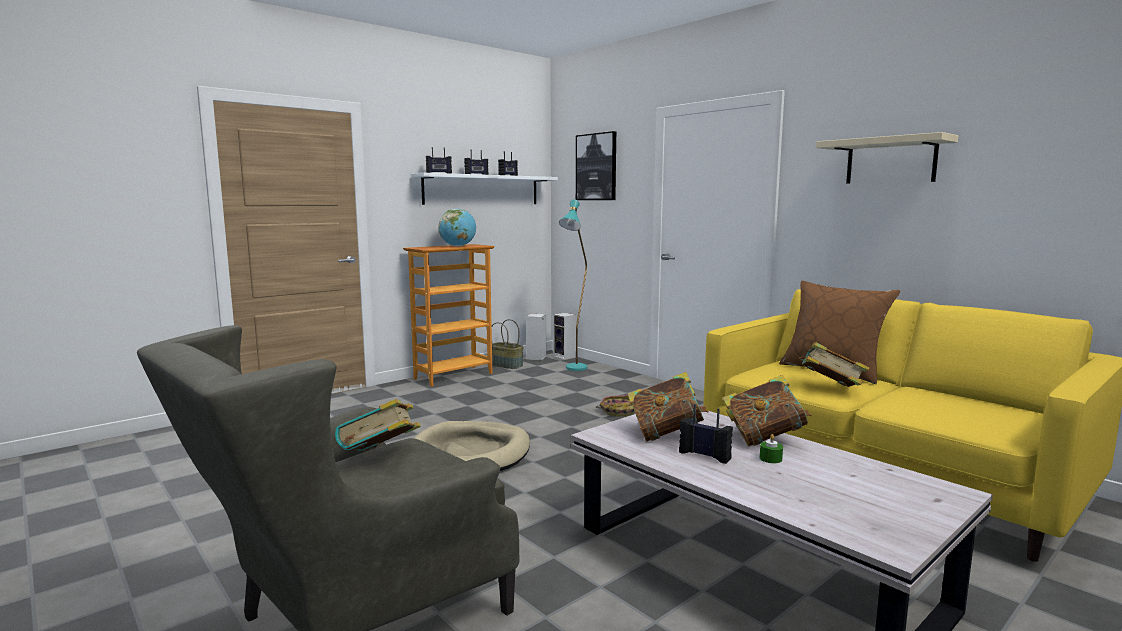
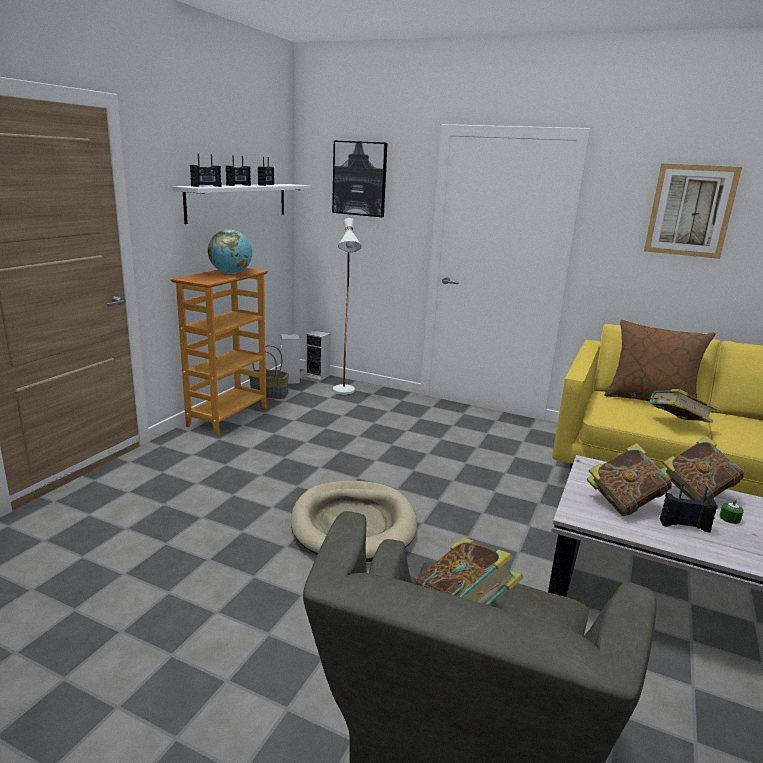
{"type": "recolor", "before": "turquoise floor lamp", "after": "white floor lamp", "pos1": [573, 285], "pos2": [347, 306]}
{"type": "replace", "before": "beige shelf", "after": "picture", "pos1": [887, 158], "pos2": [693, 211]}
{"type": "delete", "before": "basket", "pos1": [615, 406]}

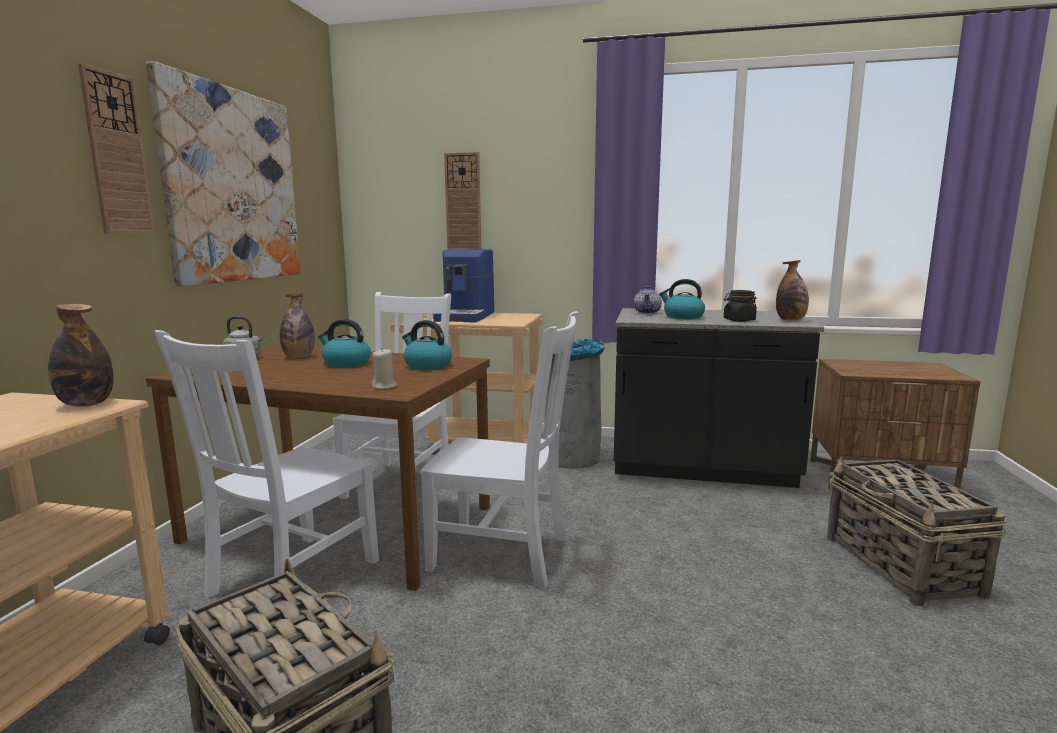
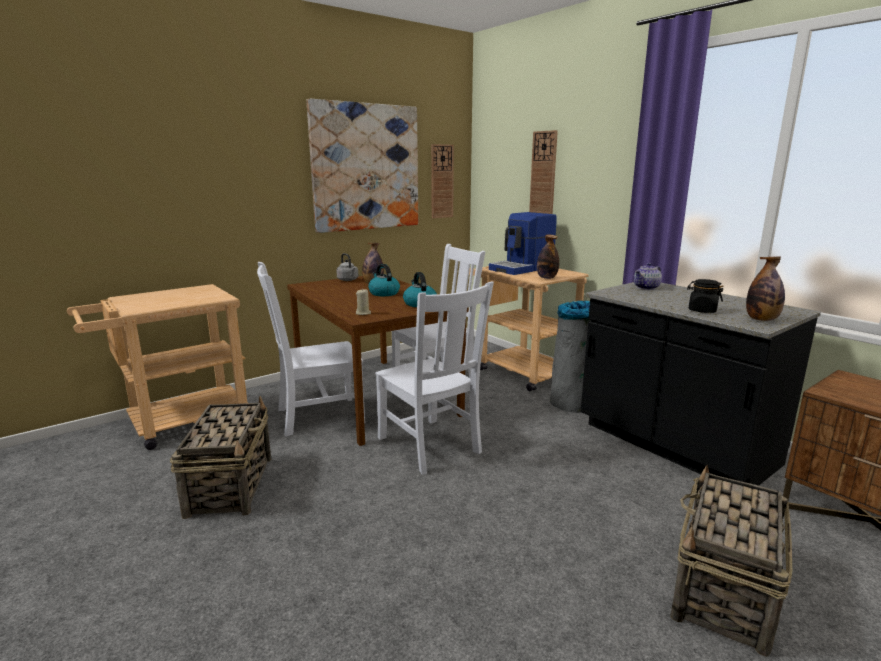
{"type": "move", "before": "wall clock", "pos1": [116, 148], "pos2": [442, 181]}
{"type": "move", "before": "bottle", "pos1": [81, 355], "pos2": [548, 257]}
{"type": "delete", "before": "kettle", "pos1": [682, 299]}

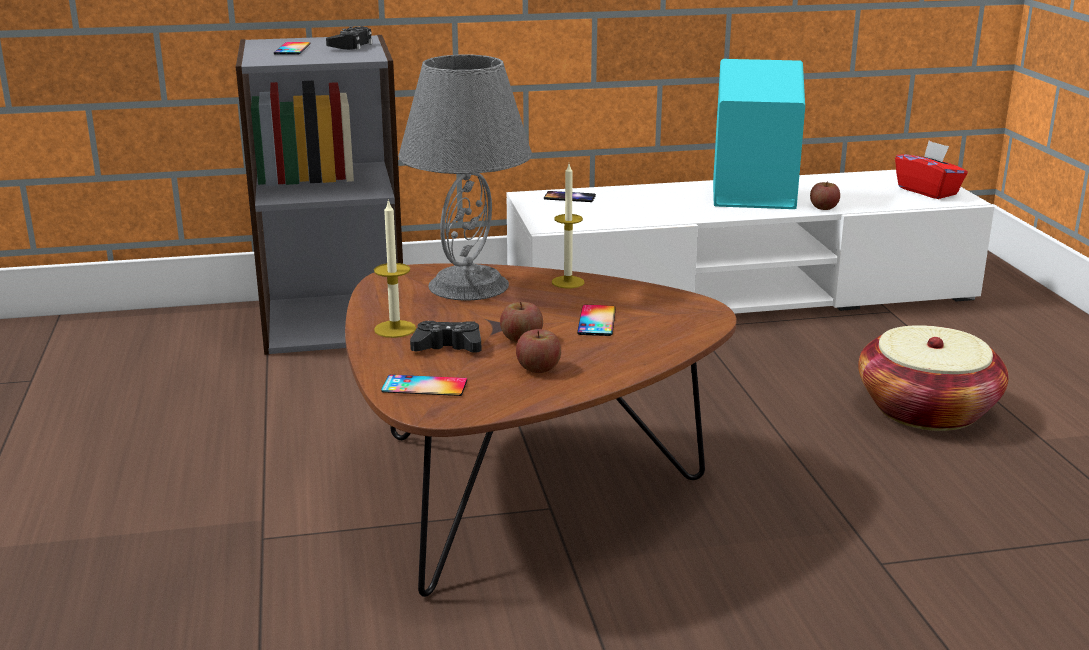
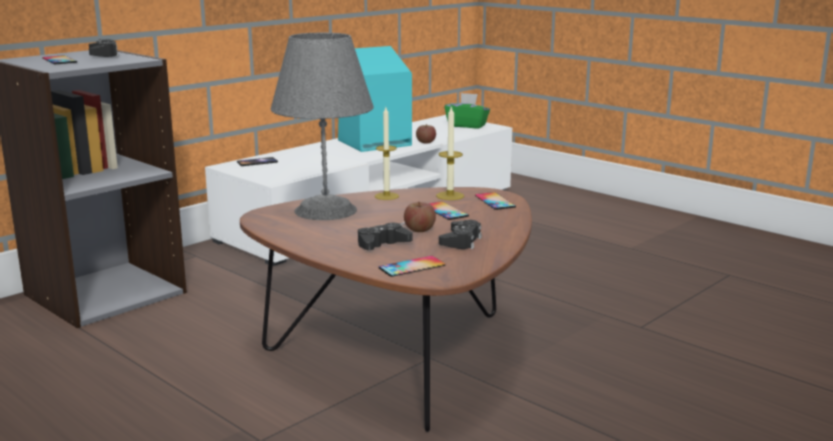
{"type": "move", "before": "candle", "pos1": [395, 268], "pos2": [450, 153]}
{"type": "replace", "before": "apple", "after": "black game controller", "pos1": [538, 351], "pos2": [460, 234]}
{"type": "recolor", "before": "red tissue box", "after": "green tissue box", "pos1": [931, 170], "pos2": [467, 110]}
{"type": "insert", "after": "phone", "pos2": [495, 201]}
{"type": "delete", "before": "basket", "pos1": [933, 378]}

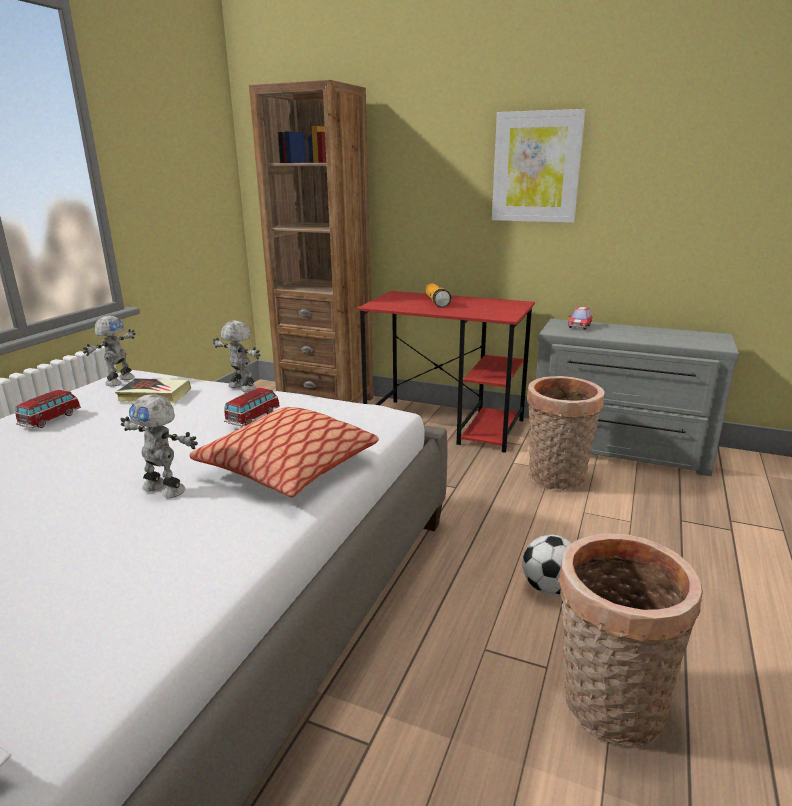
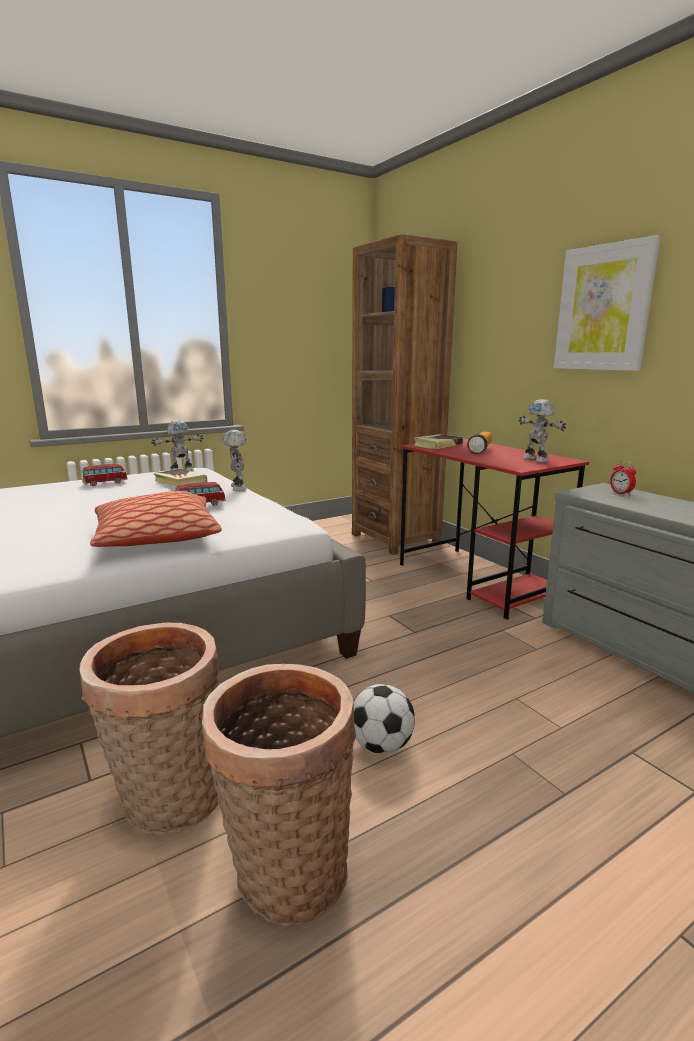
{"type": "move", "before": "basket", "pos1": [566, 433], "pos2": [150, 728]}
{"type": "insert", "after": "book", "pos2": [438, 441]}
{"type": "move", "before": "toy robot", "pos1": [159, 446], "pos2": [542, 430]}
{"type": "replace", "before": "toy car", "after": "alarm clock", "pos1": [580, 318], "pos2": [623, 478]}

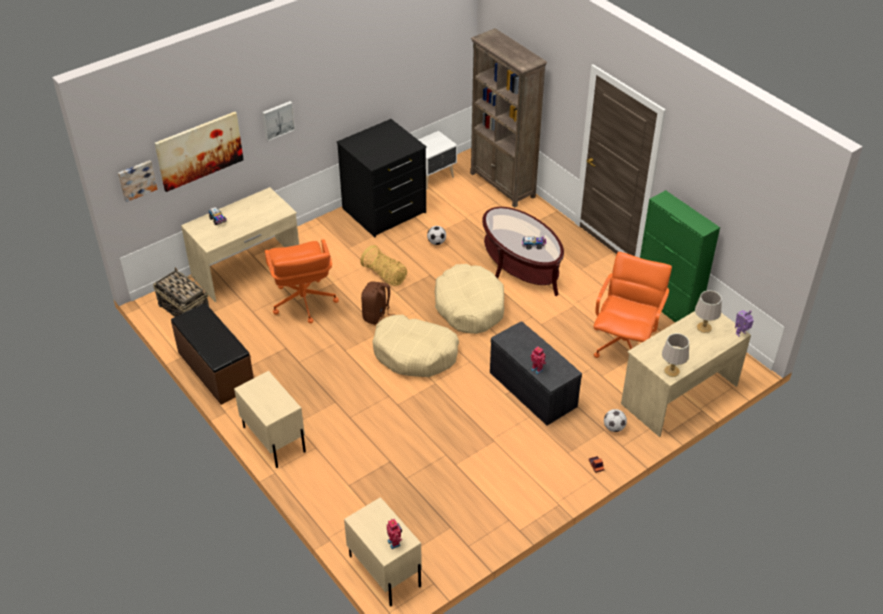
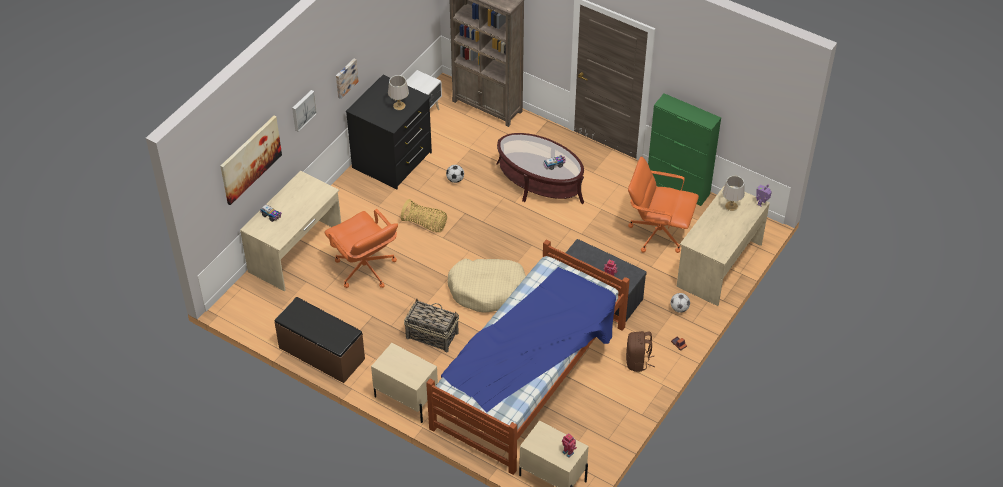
{"type": "move", "before": "picture", "pos1": [138, 181], "pos2": [347, 79]}
{"type": "move", "before": "grey table lamp", "pos1": [675, 355], "pos2": [398, 92]}
{"type": "move", "before": "basket", "pos1": [181, 292], "pos2": [431, 325]}
{"type": "insert", "after": "bed", "pos2": [528, 357]}
{"type": "move", "before": "brown backpack", "pos1": [378, 303], "pos2": [640, 351]}
{"type": "rotate", "before": "orange office chair", "pos1": [633, 305], "pos2": [663, 204], "turn": -75}
{"type": "delete", "before": "beige dog bed", "pos1": [469, 299]}

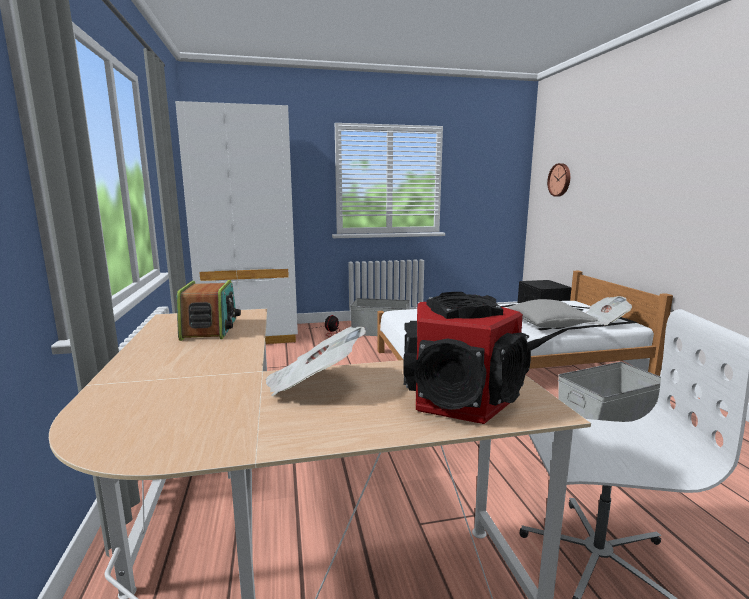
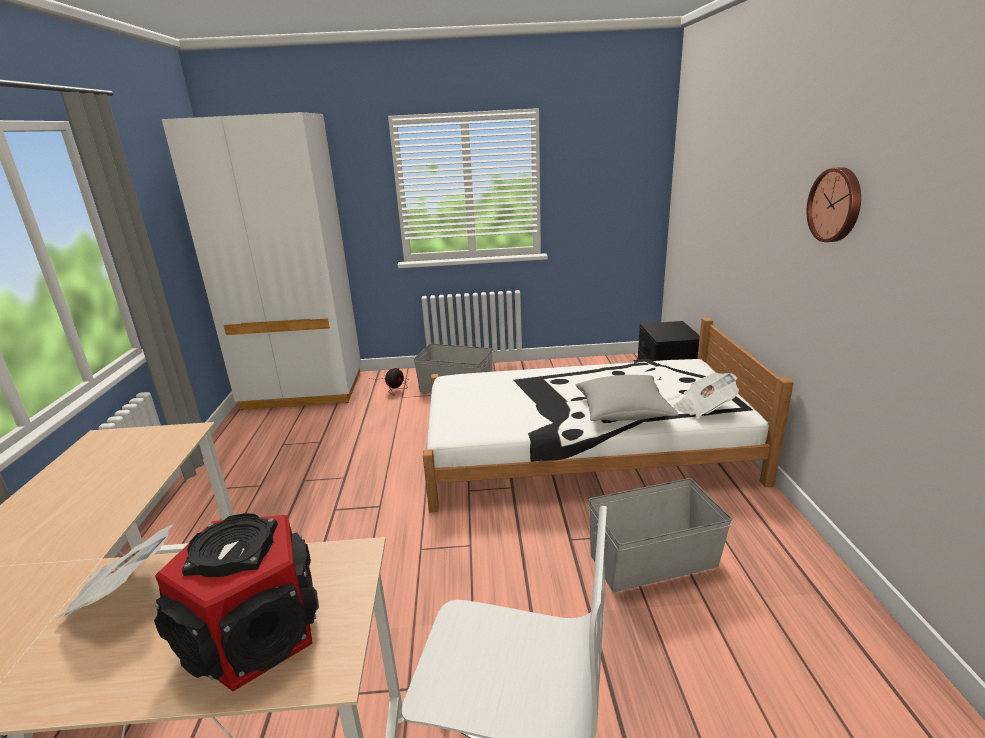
{"type": "move", "before": "wall clock", "pos1": [558, 180], "pos2": [834, 204]}
{"type": "delete", "before": "radio", "pos1": [209, 310]}

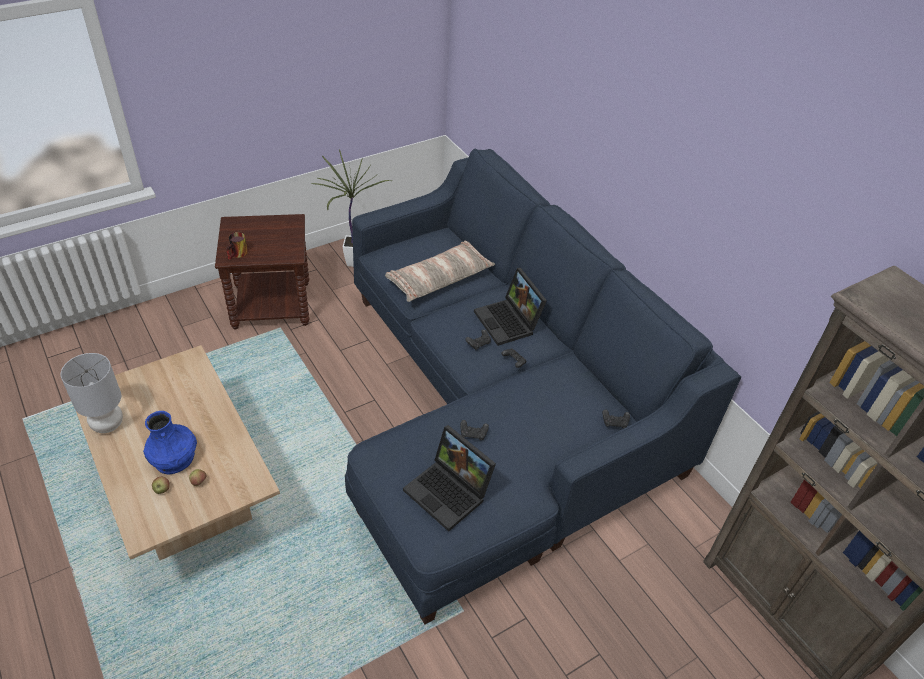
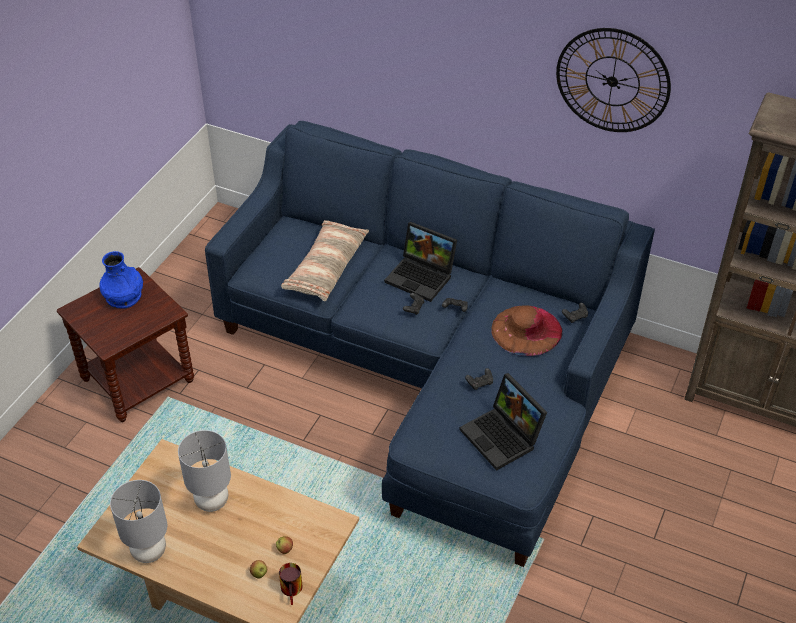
{"type": "move", "before": "blue vase", "pos1": [170, 442], "pos2": [121, 280]}
{"type": "insert", "after": "grey table lamp", "pos2": [204, 471]}
{"type": "move", "before": "mug", "pos1": [237, 246], "pos2": [290, 584]}
{"type": "rotate", "before": "laptop", "pos1": [449, 478], "pos2": [503, 422], "turn": 45}
{"type": "insert", "after": "brown hat", "pos2": [526, 330]}
{"type": "insert", "after": "wall clock", "pos2": [613, 80]}
{"type": "delete", "before": "potted plant", "pos1": [351, 208]}

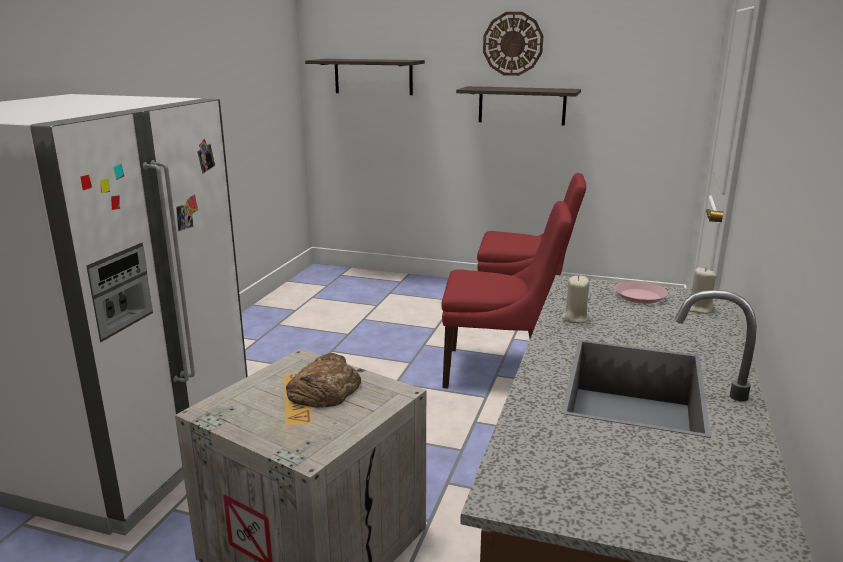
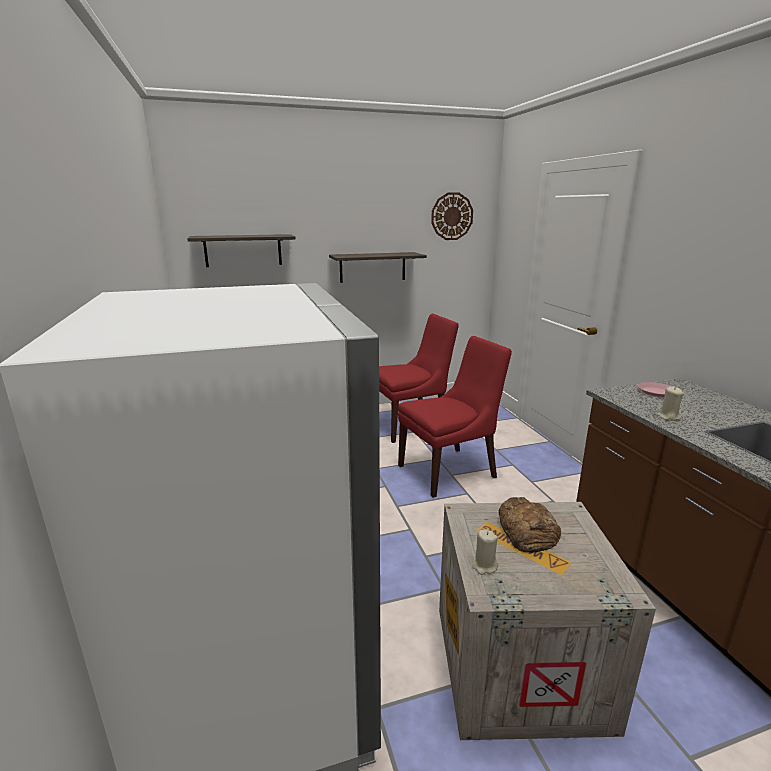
{"type": "move", "before": "wall clock", "pos1": [513, 44], "pos2": [452, 216]}
{"type": "move", "before": "beige candle", "pos1": [702, 290], "pos2": [485, 552]}

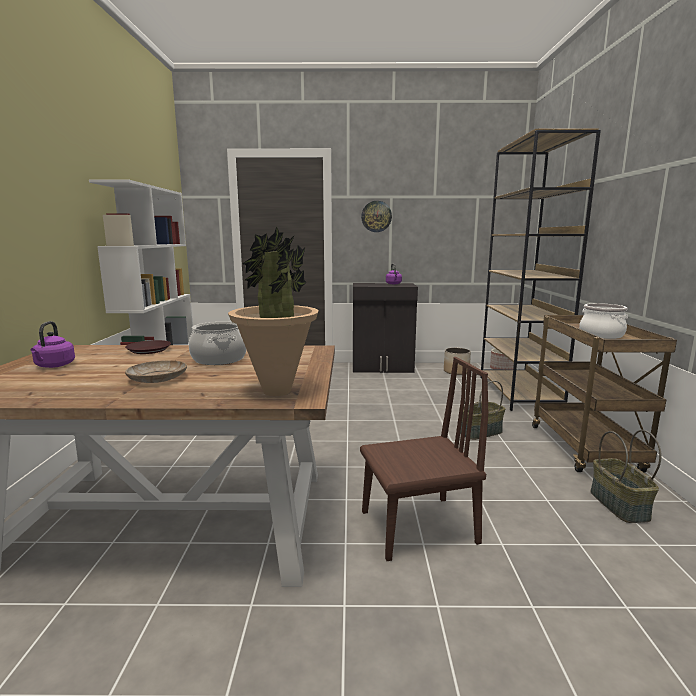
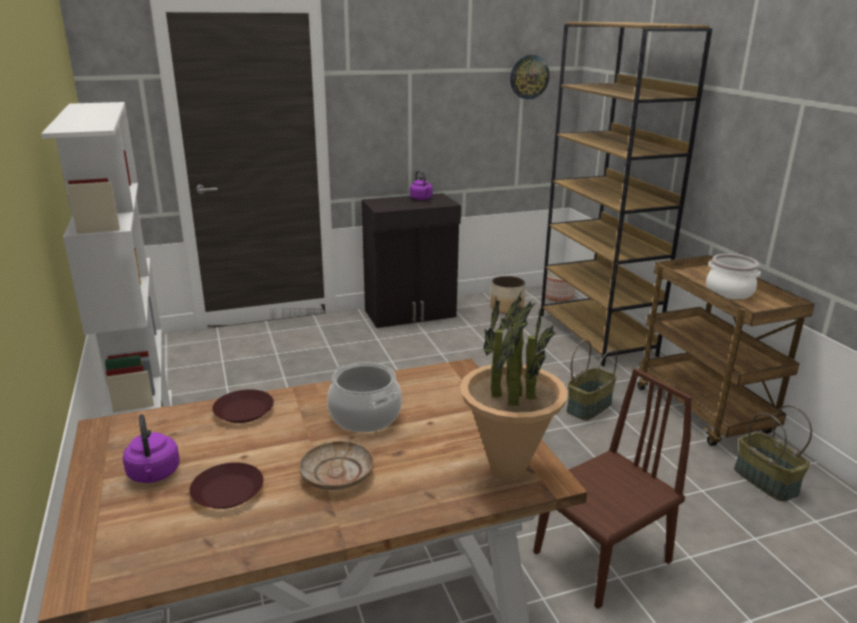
{"type": "insert", "after": "brown plate", "pos2": [226, 485]}
{"type": "move", "before": "wall clock", "pos1": [376, 216], "pos2": [529, 77]}

